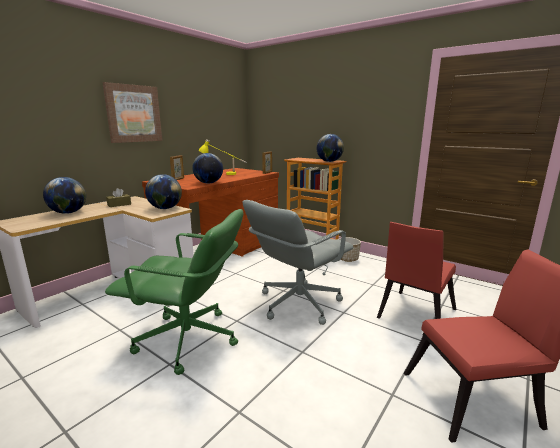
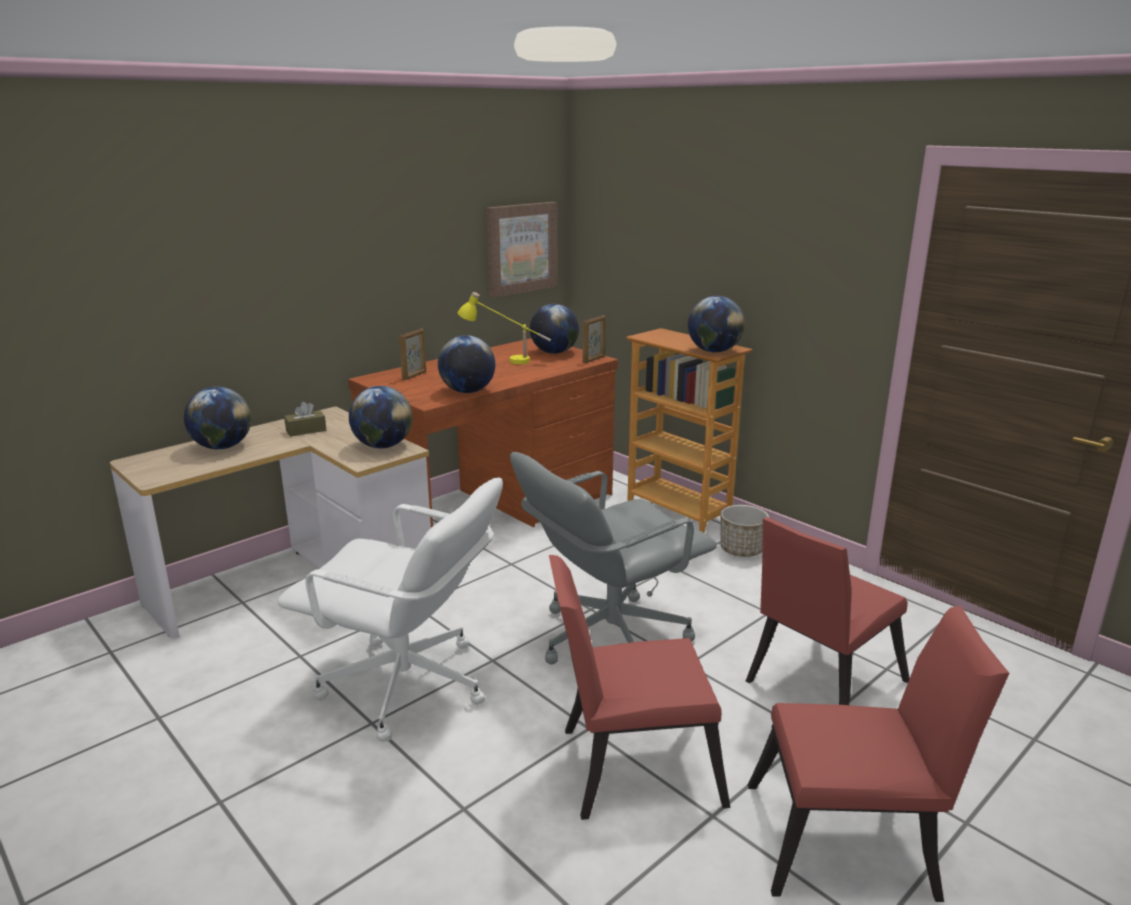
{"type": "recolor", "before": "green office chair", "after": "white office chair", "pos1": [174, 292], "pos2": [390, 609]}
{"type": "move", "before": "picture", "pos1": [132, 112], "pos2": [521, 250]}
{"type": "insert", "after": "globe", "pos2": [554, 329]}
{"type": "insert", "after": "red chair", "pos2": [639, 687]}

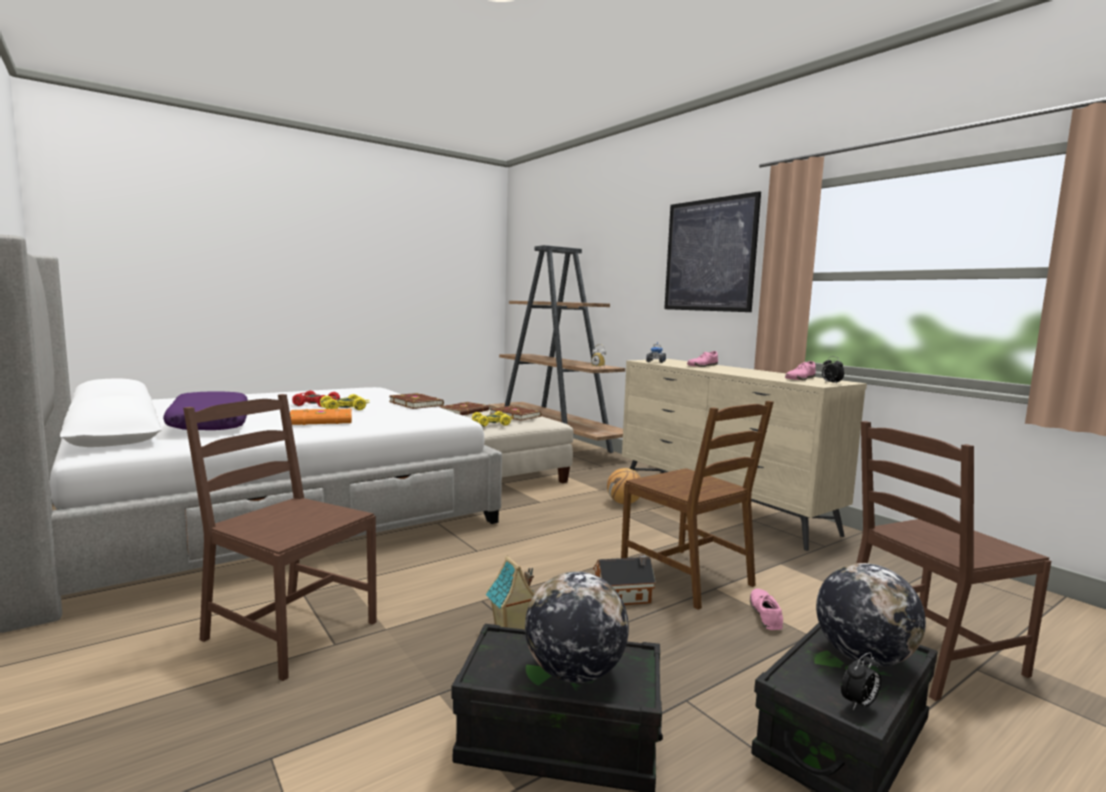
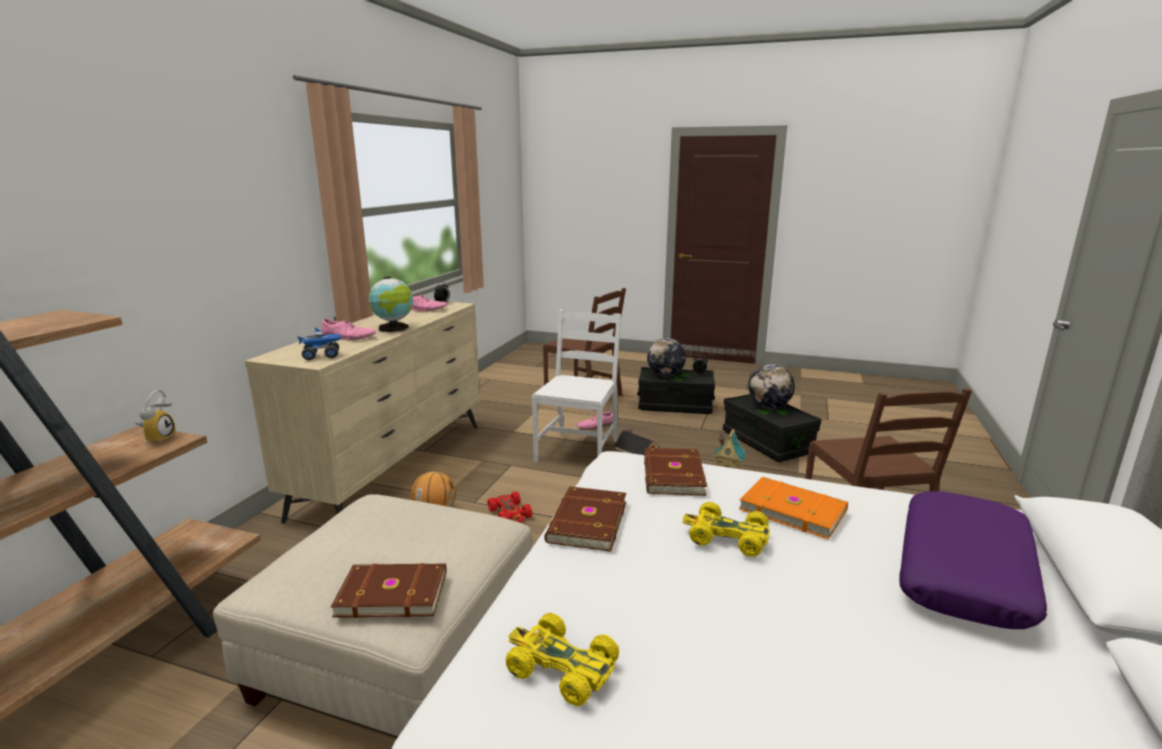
{"type": "insert", "after": "globe", "pos2": [391, 304]}
{"type": "move", "before": "red toy car", "pos1": [316, 399], "pos2": [509, 507]}
{"type": "move", "before": "yellow toy car", "pos1": [492, 419], "pos2": [562, 660]}
{"type": "recolor", "before": "brown chair", "after": "white chair", "pos1": [697, 505], "pos2": [576, 385]}
{"type": "move", "before": "brown book", "pos1": [515, 413], "pos2": [675, 472]}
{"type": "delete", "before": "picture", "pos1": [712, 251]}

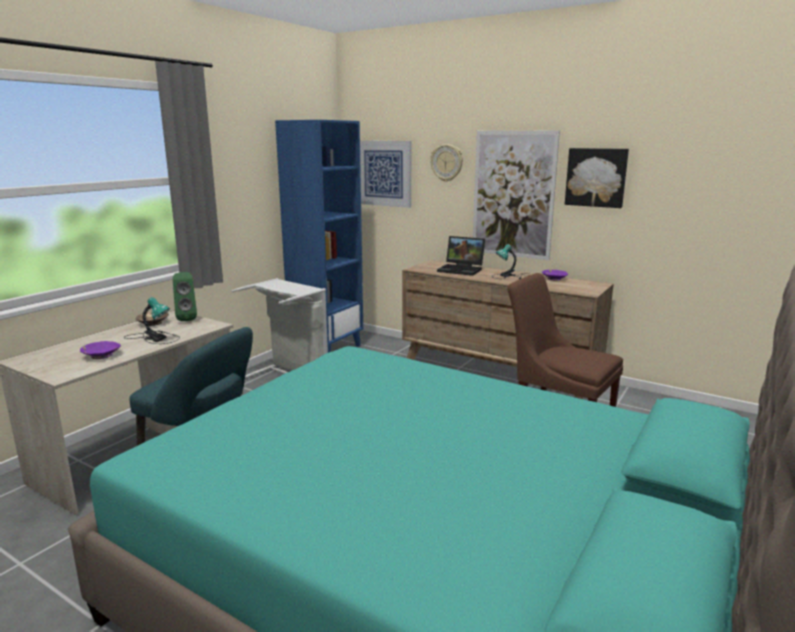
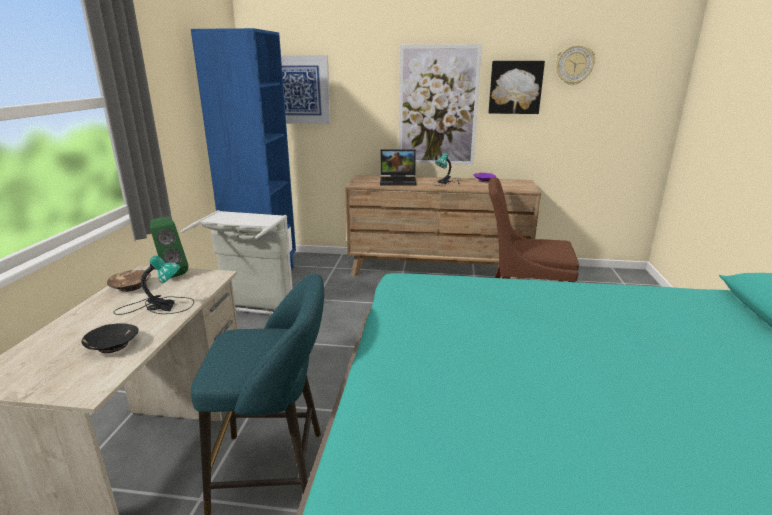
{"type": "recolor", "before": "purple bowl", "after": "black bowl", "pos1": [100, 350], "pos2": [110, 338]}
{"type": "move", "before": "wall clock", "pos1": [446, 163], "pos2": [575, 64]}

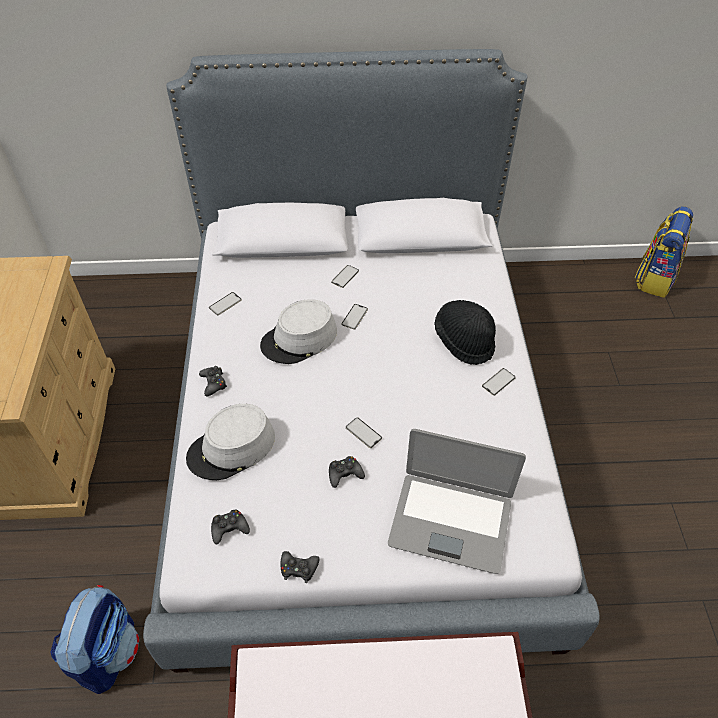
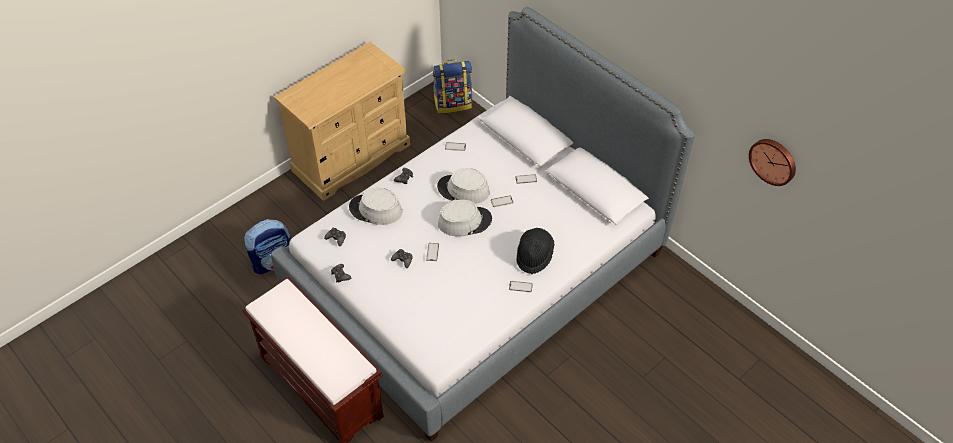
{"type": "move", "before": "backpack", "pos1": [664, 252], "pos2": [452, 86]}
{"type": "insert", "after": "grey hat", "pos2": [465, 217]}
{"type": "insert", "after": "wall clock", "pos2": [772, 162]}
{"type": "delete", "before": "laptop", "pos1": [457, 501]}

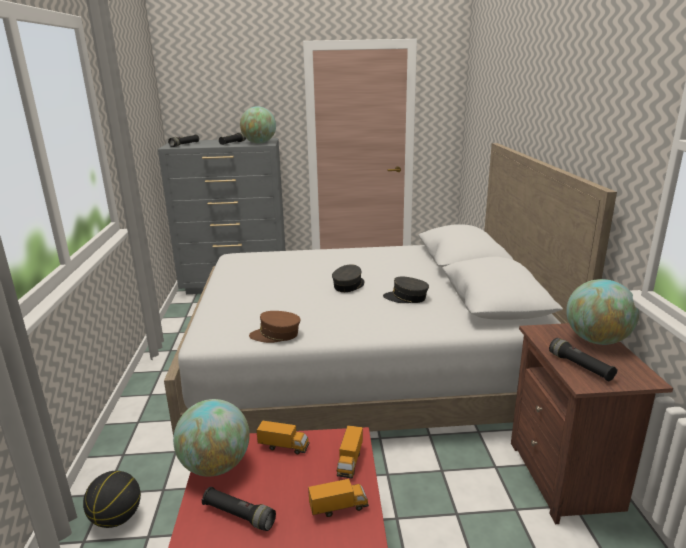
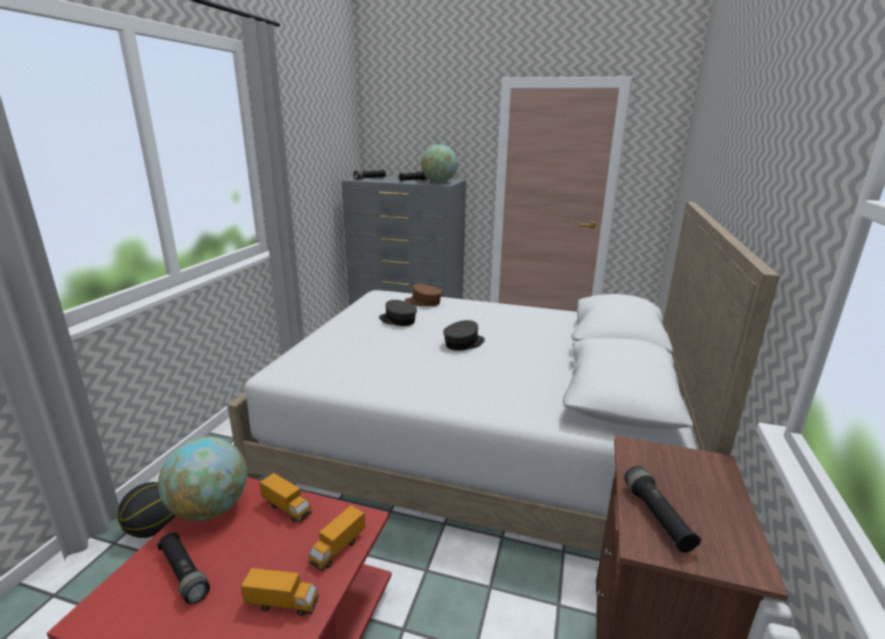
{"type": "move", "before": "grey cap", "pos1": [406, 289], "pos2": [398, 313]}
{"type": "move", "before": "brown cap", "pos1": [275, 327], "pos2": [423, 295]}
{"type": "delete", "before": "globe", "pos1": [602, 312]}

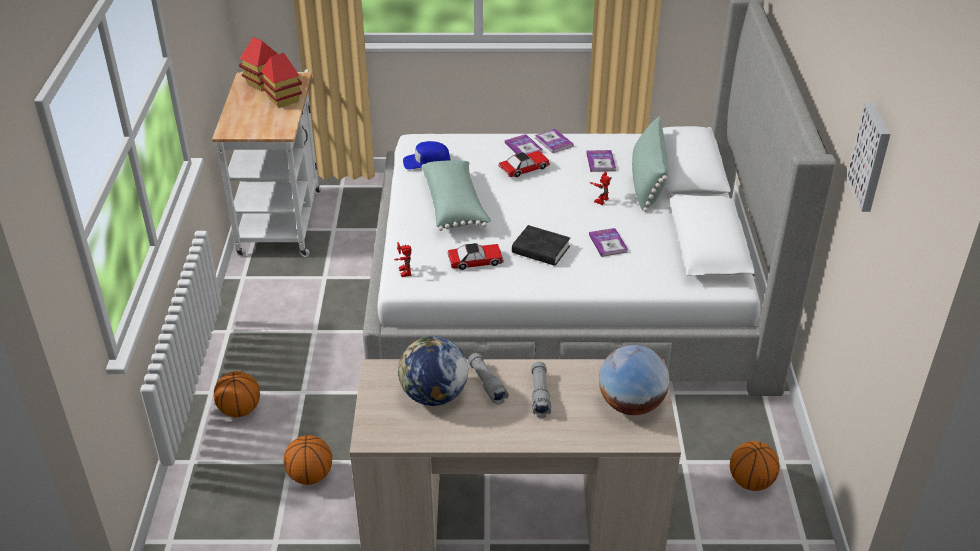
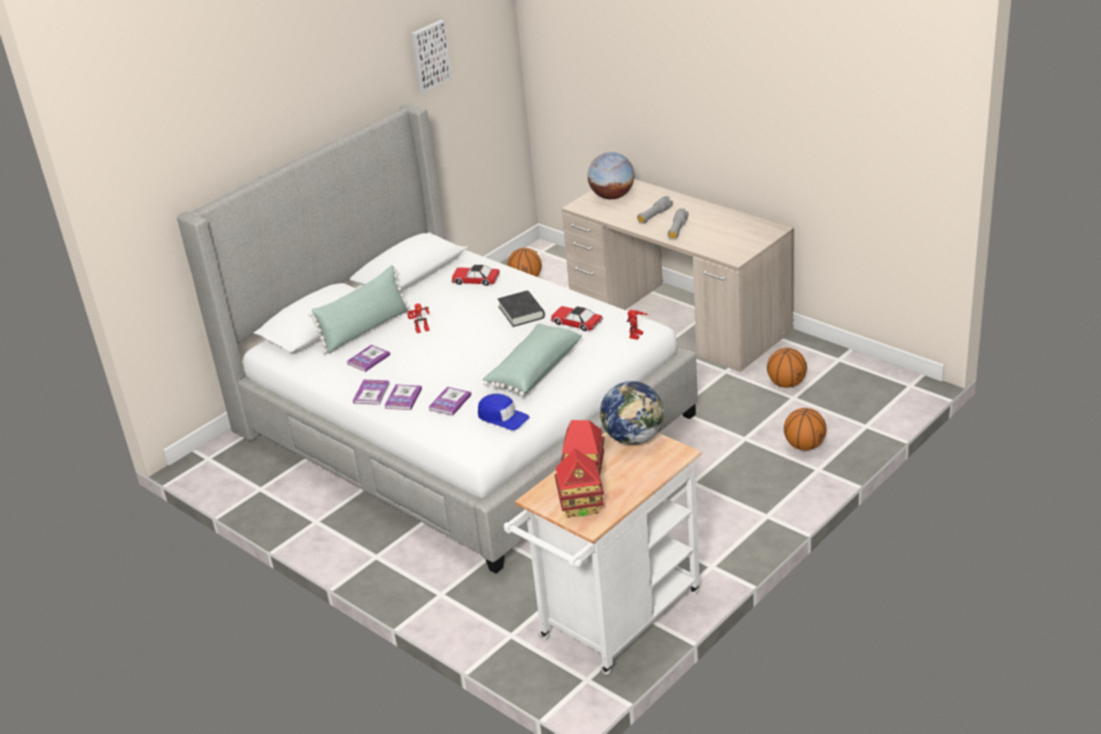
{"type": "move", "before": "book", "pos1": [608, 242], "pos2": [450, 401]}
{"type": "move", "before": "toy car", "pos1": [524, 164], "pos2": [475, 275]}
{"type": "move", "before": "globe", "pos1": [433, 371], "pos2": [632, 413]}

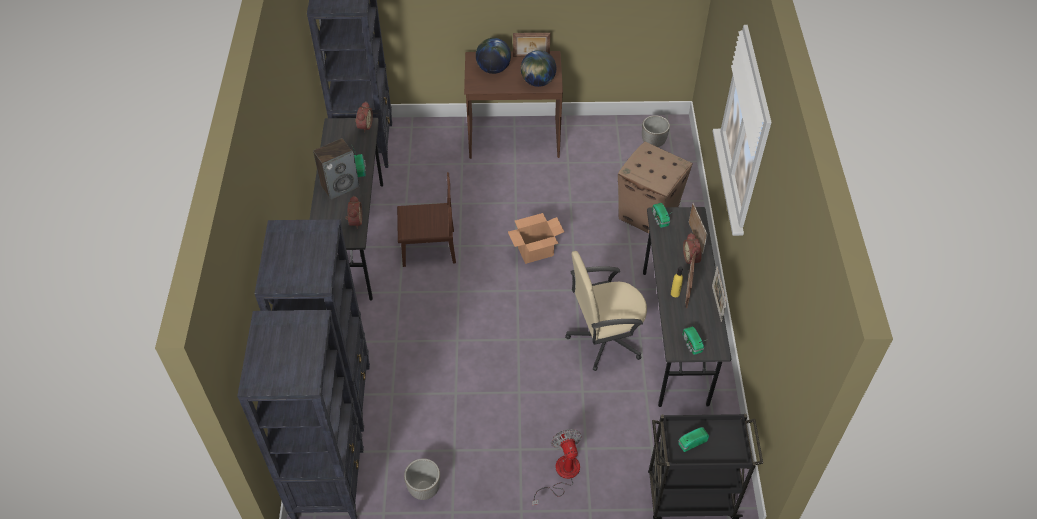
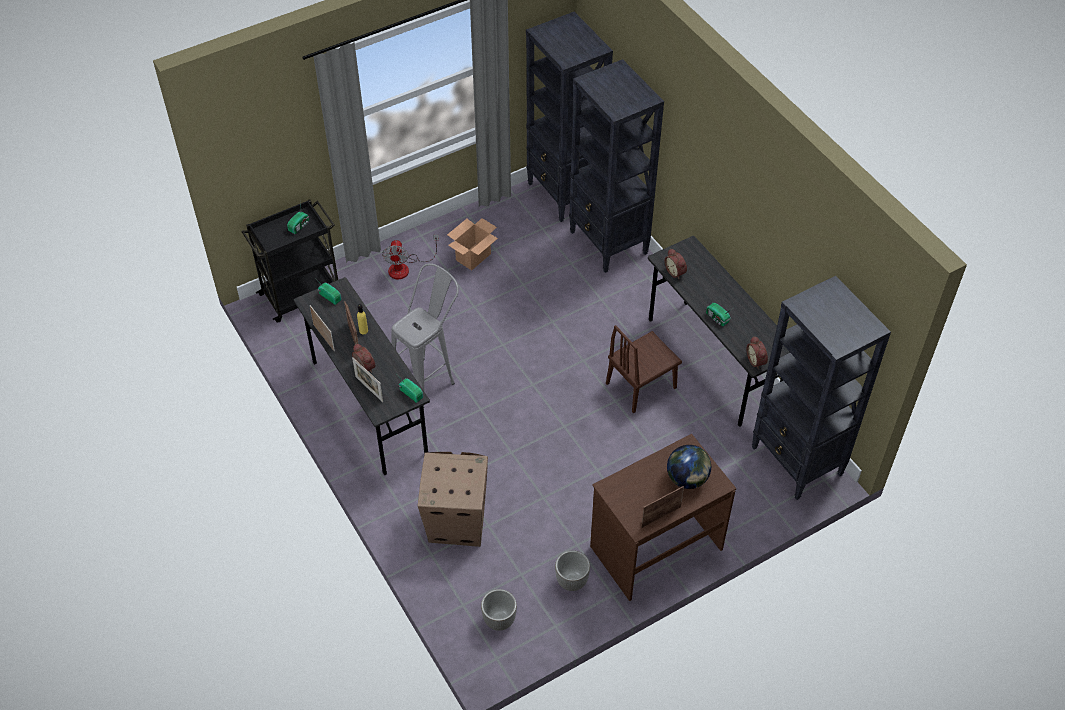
{"type": "rotate", "before": "fan", "pos1": [557, 467], "pos2": [410, 257], "turn": 45}
{"type": "replace", "before": "beige office chair", "after": "grey stool", "pos1": [606, 311], "pos2": [425, 335]}
{"type": "move", "before": "cardboard box", "pos1": [536, 238], "pos2": [472, 244]}
{"type": "move", "before": "planter", "pos1": [422, 479], "pos2": [572, 570]}
{"type": "delete", "before": "speaker", "pos1": [336, 169]}
{"type": "delete", "before": "globe", "pos1": [538, 68]}

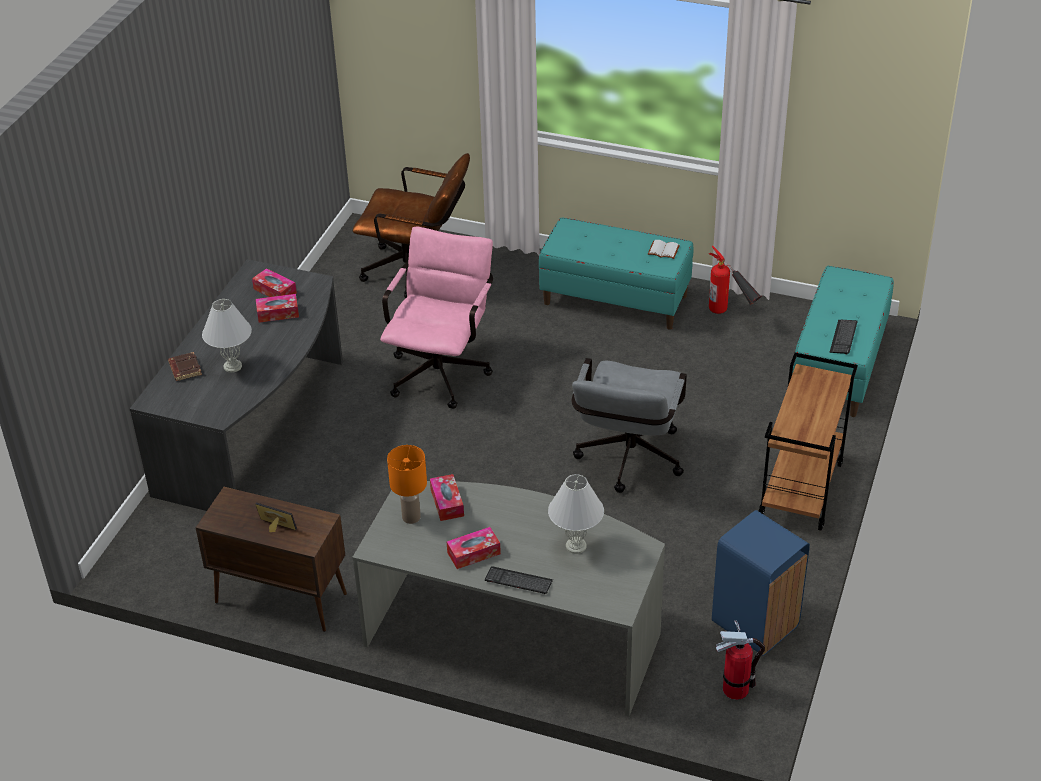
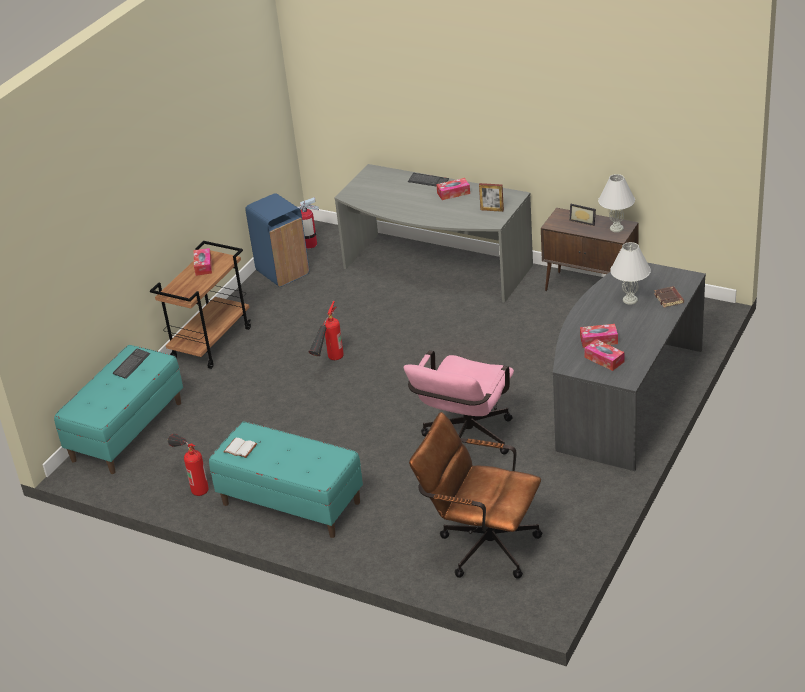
{"type": "move", "before": "tissue box", "pos1": [447, 497], "pos2": [203, 262]}
{"type": "replace", "before": "grey office chair", "after": "fire extinguisher", "pos1": [629, 425], "pos2": [326, 330]}
{"type": "replace", "before": "orange table lamp", "after": "picture frame", "pos1": [407, 484], "pos2": [491, 197]}
{"type": "move", "before": "white table lamp", "pos1": [576, 514], "pos2": [616, 203]}

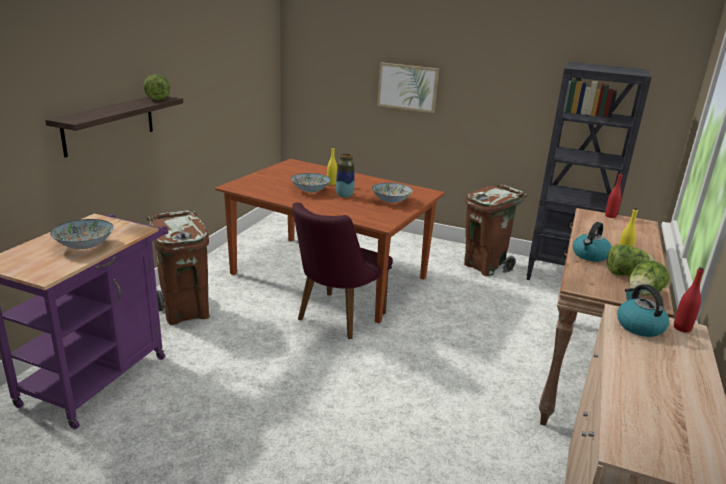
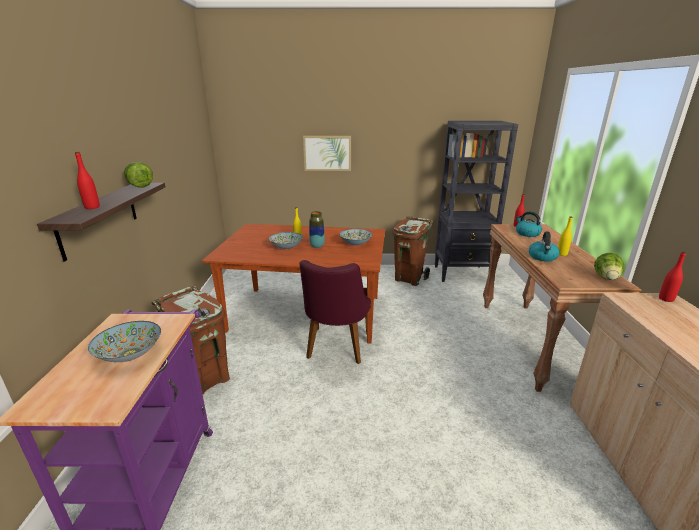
{"type": "insert", "after": "red bottle", "pos2": [87, 180]}
{"type": "move", "before": "kettle", "pos1": [643, 310], "pos2": [529, 224]}
{"type": "delete", "before": "lettuce", "pos1": [631, 260]}

